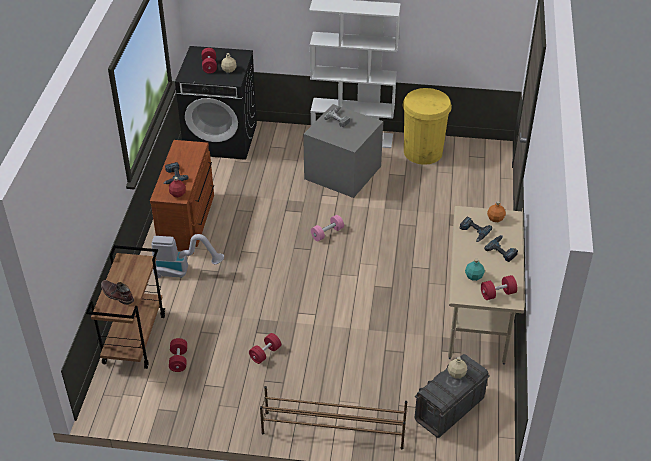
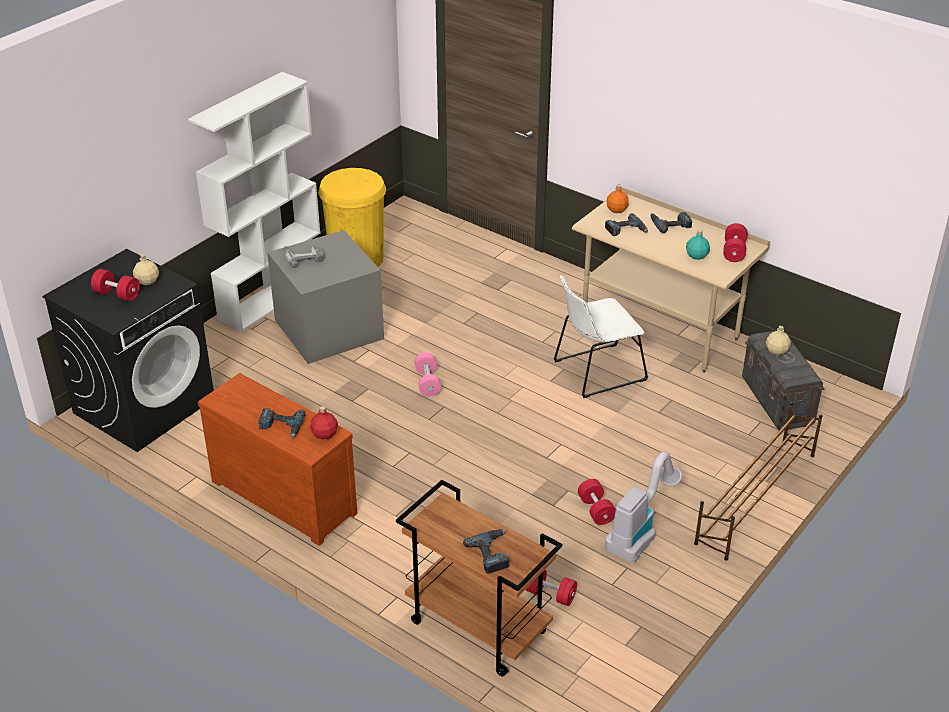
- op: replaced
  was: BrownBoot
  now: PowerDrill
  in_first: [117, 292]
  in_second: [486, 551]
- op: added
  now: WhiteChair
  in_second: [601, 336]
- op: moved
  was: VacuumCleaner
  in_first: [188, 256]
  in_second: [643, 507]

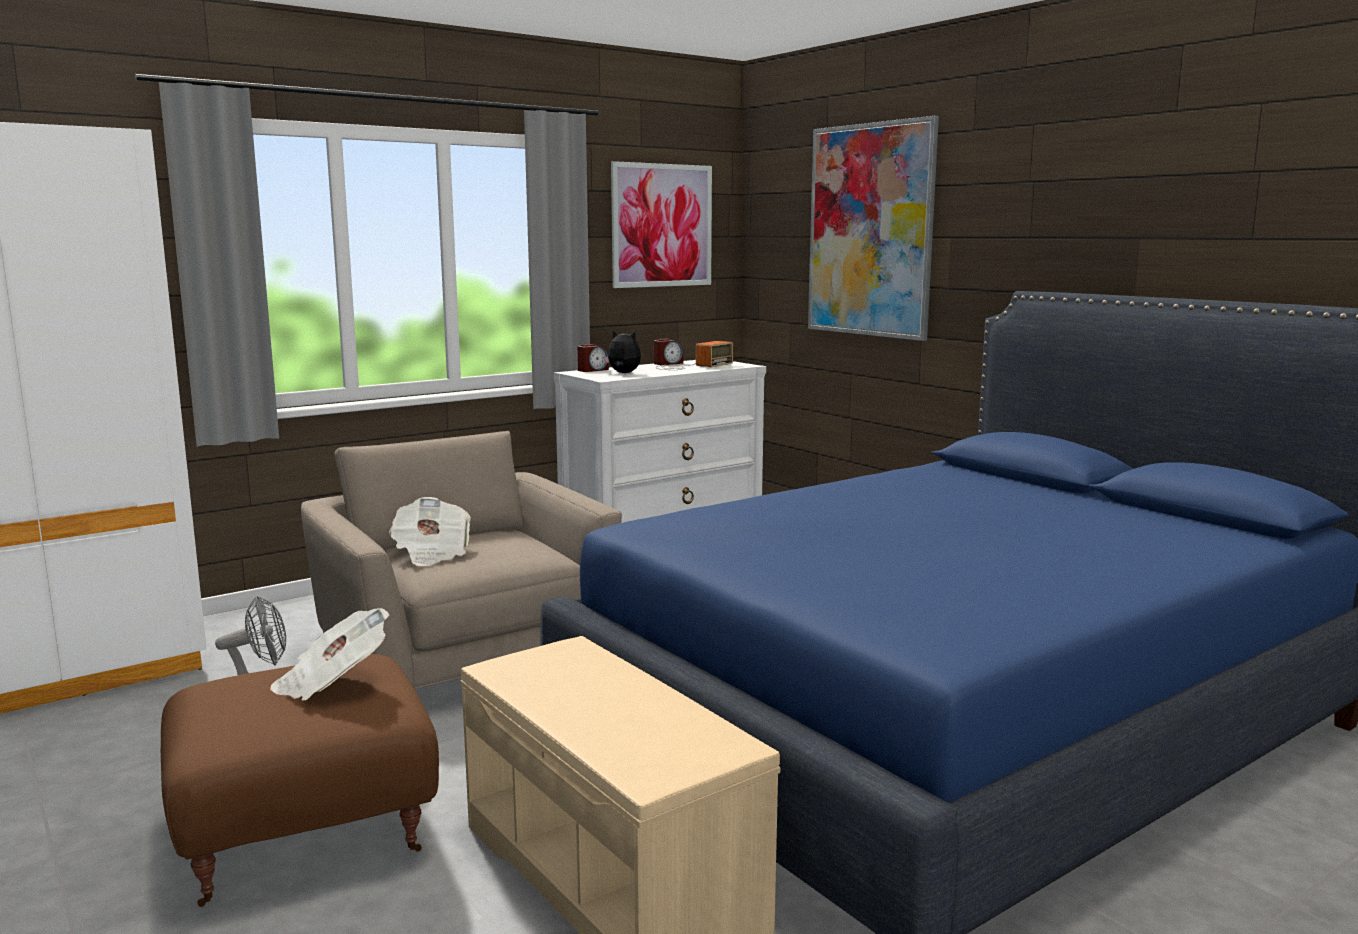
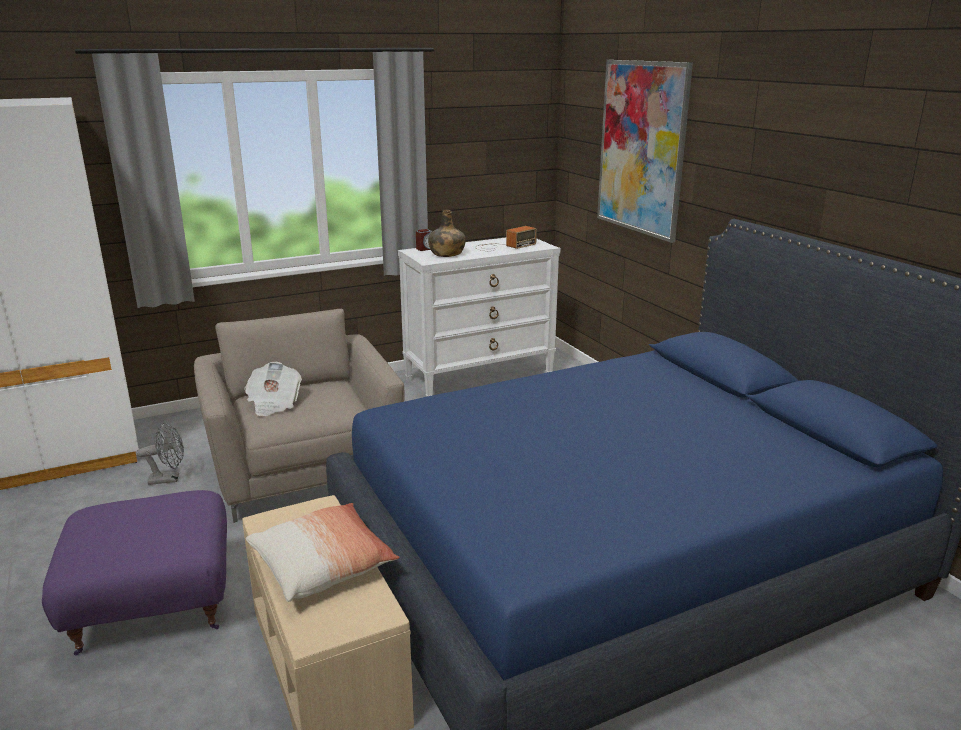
- op: recoloured
  was: BrownOttoman
  now: PurpleOttoman
  in_first: [300, 780]
  in_second: [134, 572]
- op: added
  now: Pillow
  in_second: [322, 552]
- op: replaced
  was: PlushToy
  now: GreenBottle
  in_first: [621, 351]
  in_second: [447, 233]
- op: removed
  was: Newspaper
  in_first: [329, 654]
- op: removed
  was: Picture
  in_first: [661, 224]
- op: removed
  was: AlarmClock
  in_first: [668, 352]

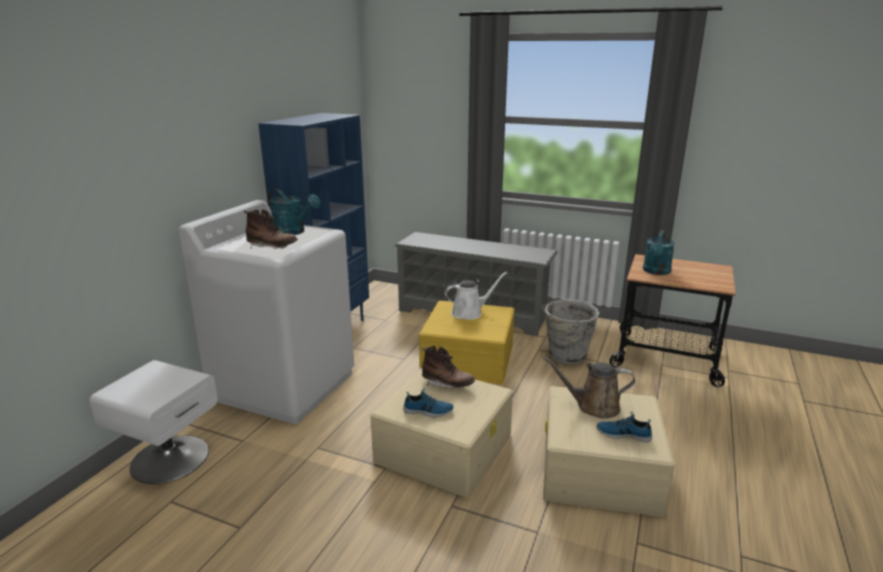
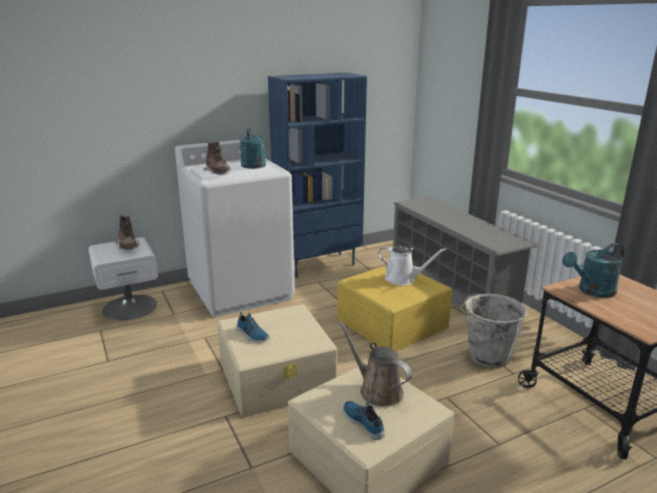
- op: moved
  was: BrownBoot
  in_first: [448, 368]
  in_second: [127, 232]

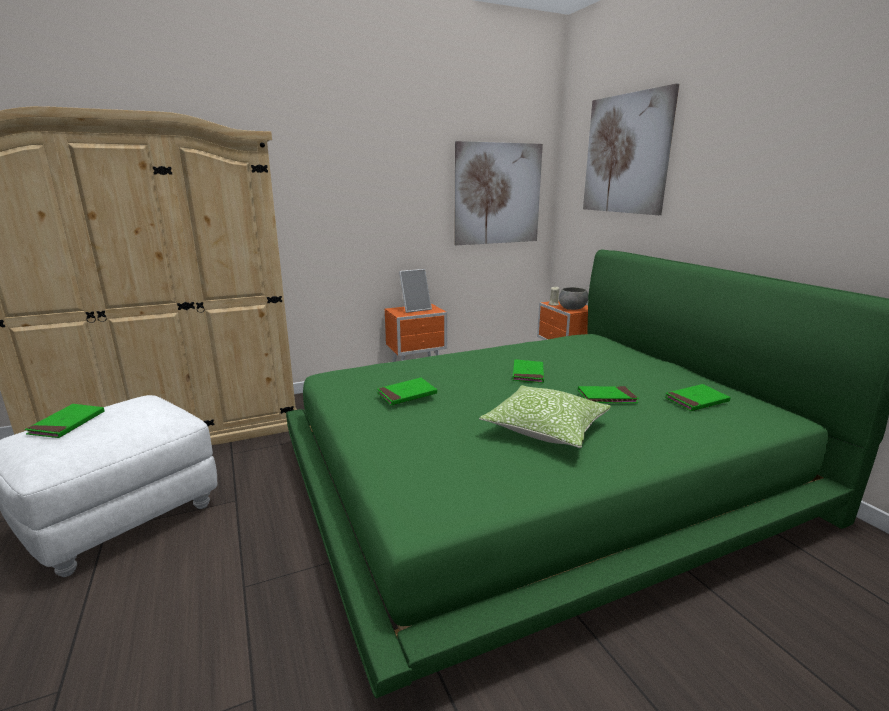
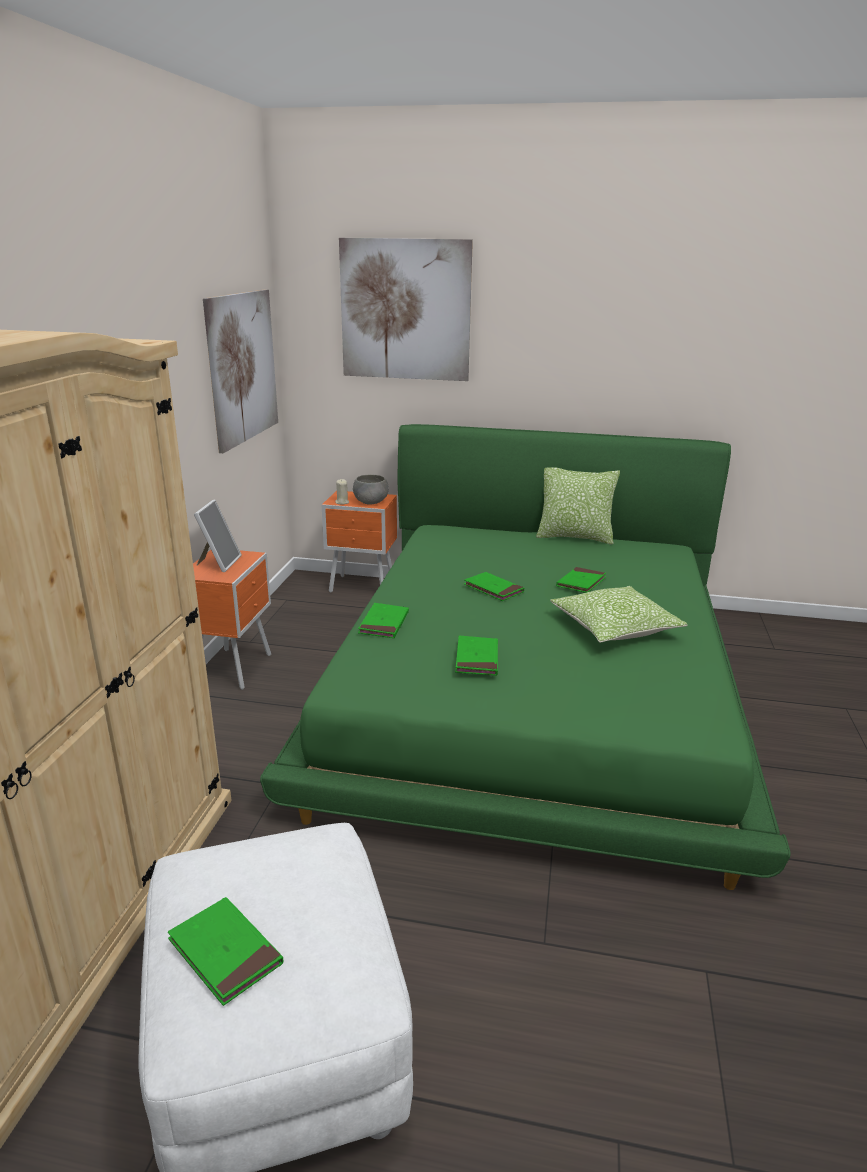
- op: moved
  was: GreenBook
  in_first: [698, 397]
  in_second: [383, 620]
- op: added
  now: Pillow
  in_second: [578, 506]

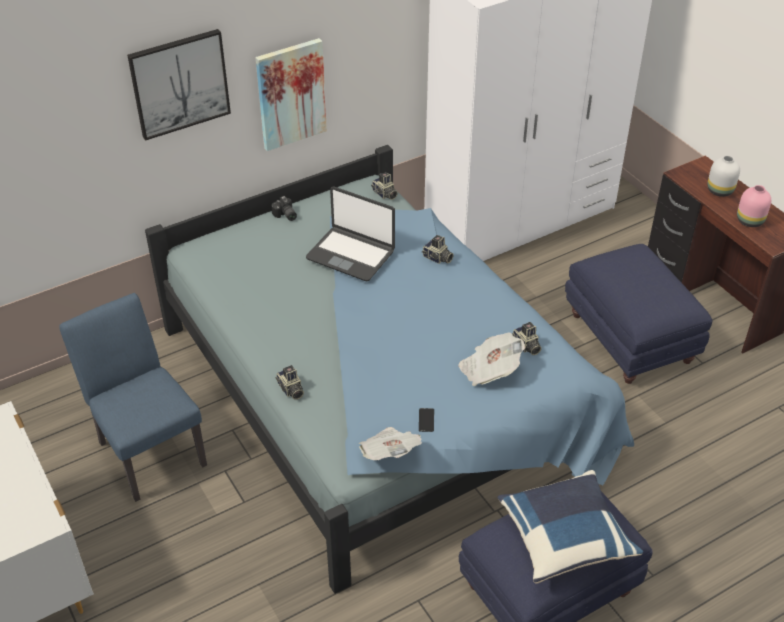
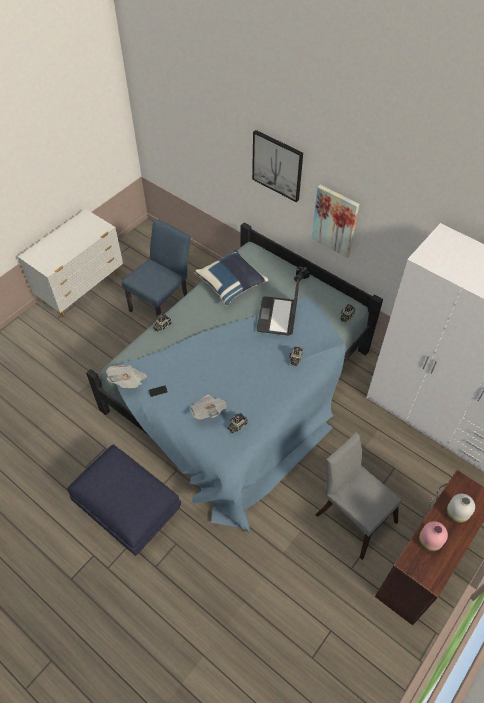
- op: moved
  was: BluePillow
  in_first: [570, 527]
  in_second: [231, 278]
- op: replaced
  was: BlueOttoman
  now: GreyChair
  in_first: [639, 314]
  in_second: [358, 496]

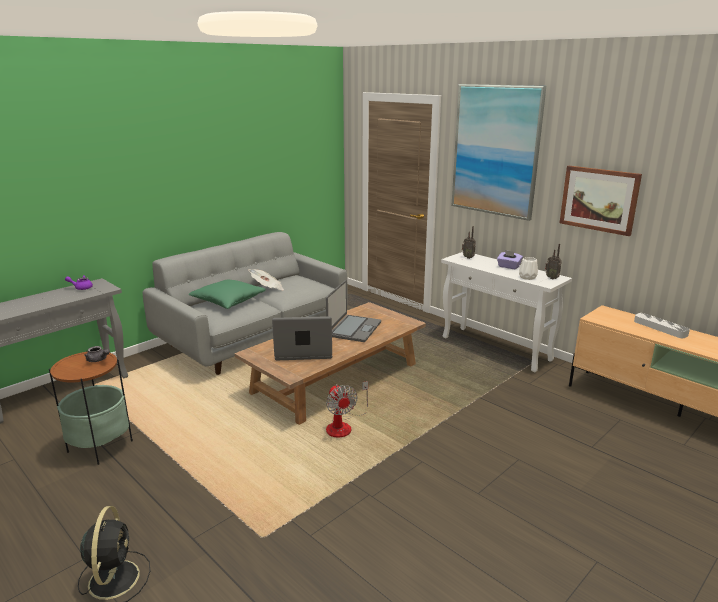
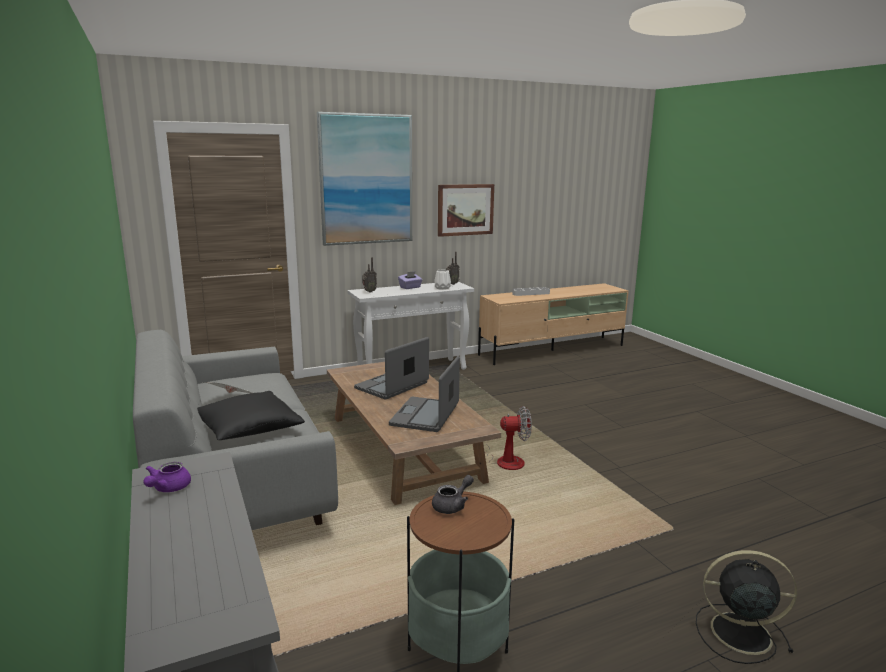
- op: recoloured
  was: GreenPillow
  now: BlackPillow
  in_first: [227, 294]
  in_second: [251, 415]
- op: turned
  was: Laptop
  in_first: [353, 311]
  in_second: [391, 368]
  clockwise: -90

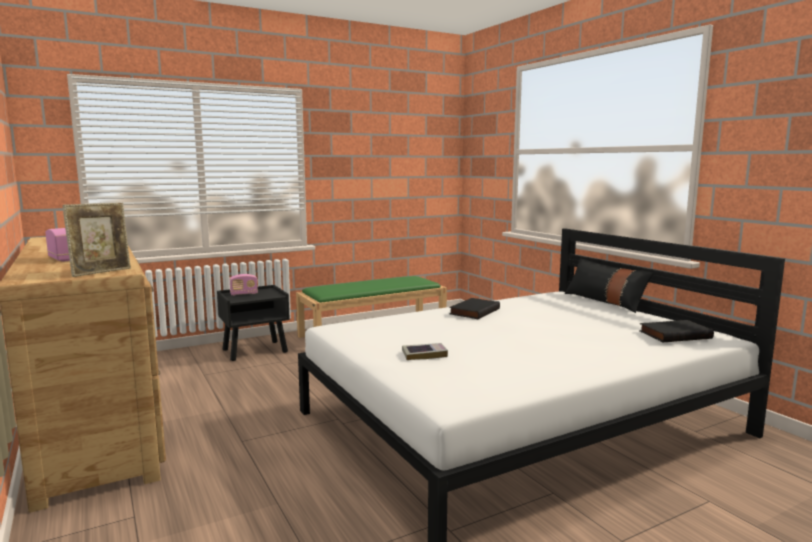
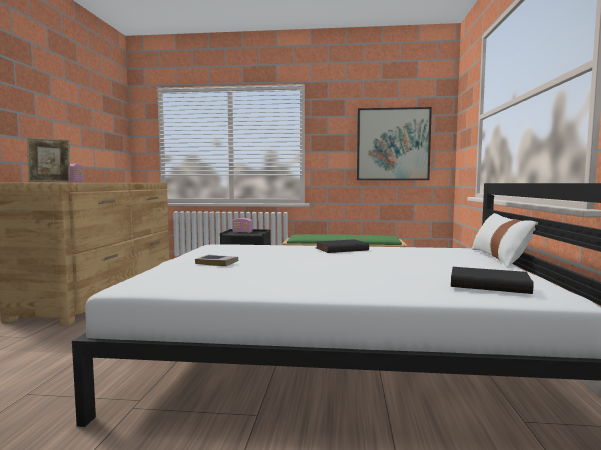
- op: added
  now: Picture
  in_second: [394, 143]
- op: recoloured
  was: BlackPillow
  now: WhitePillow
  in_first: [609, 286]
  in_second: [505, 240]

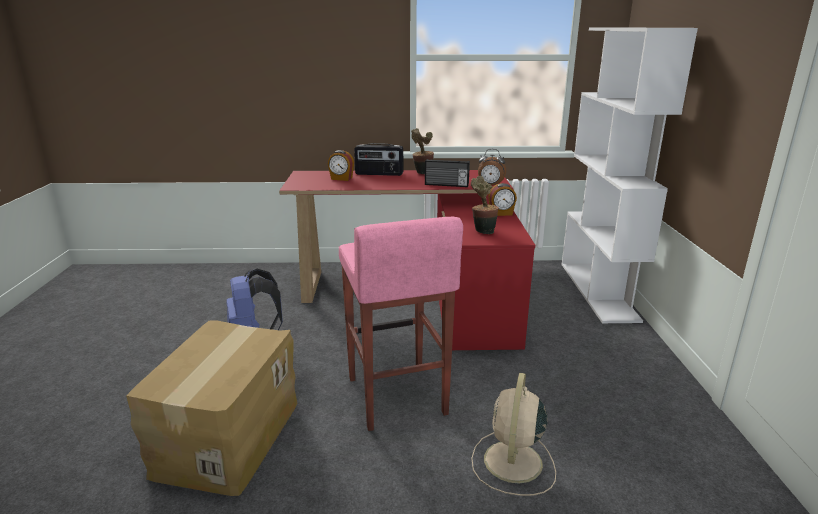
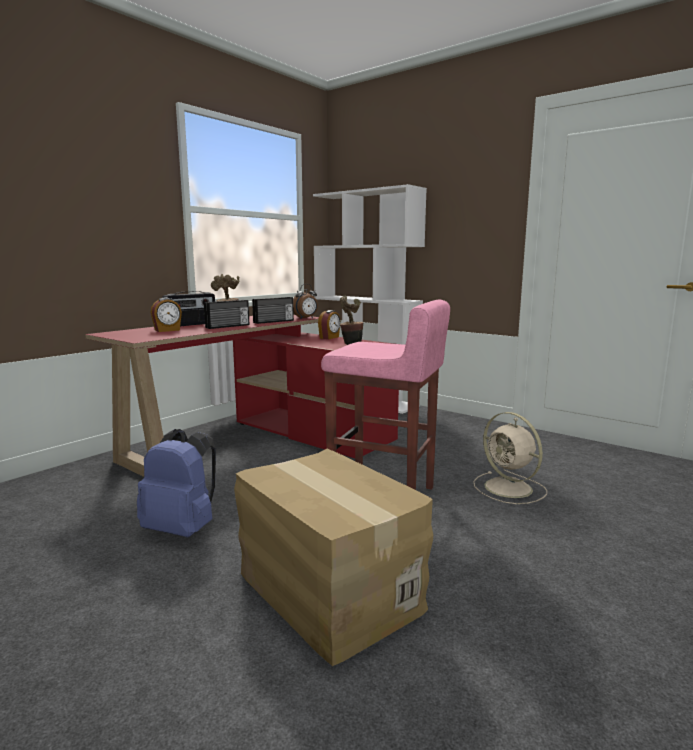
- op: added
  now: Radio
  in_second: [226, 314]

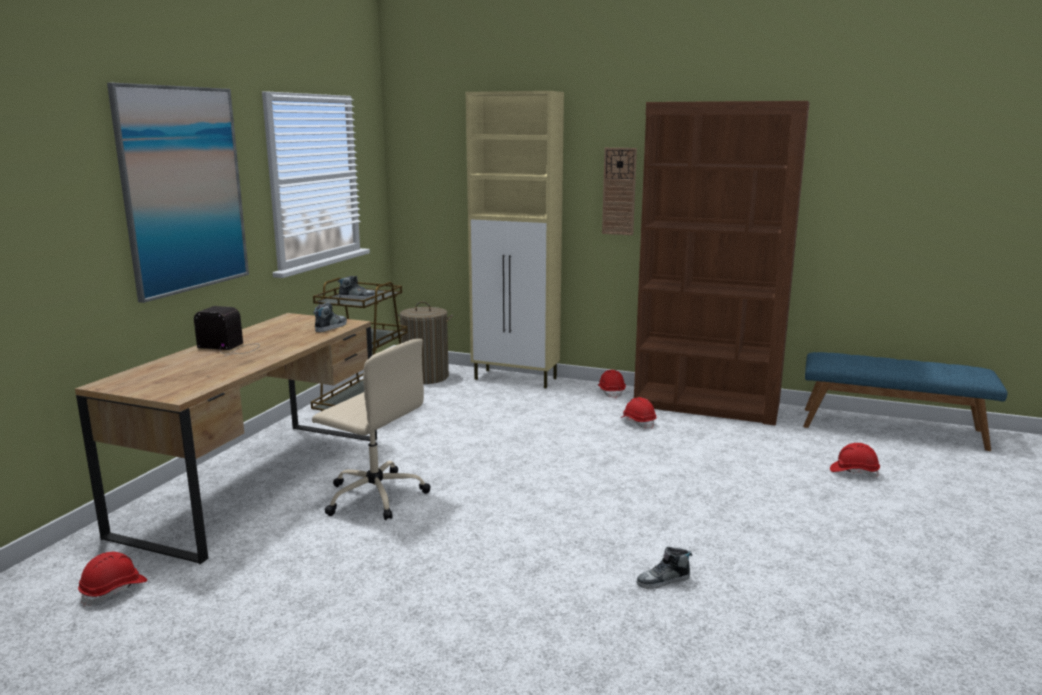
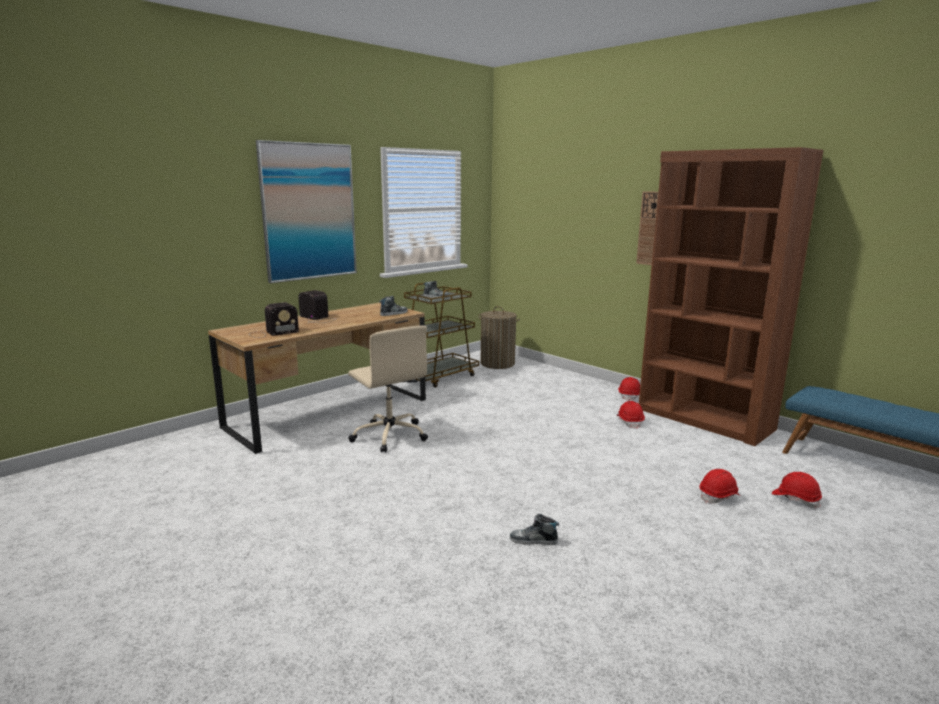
- op: added
  now: Radio
  in_second: [274, 320]
- op: moved
  was: RedHardHat
  in_first: [112, 579]
  in_second: [719, 486]
- op: removed
  was: BeigeCabinet
  in_first: [515, 239]

